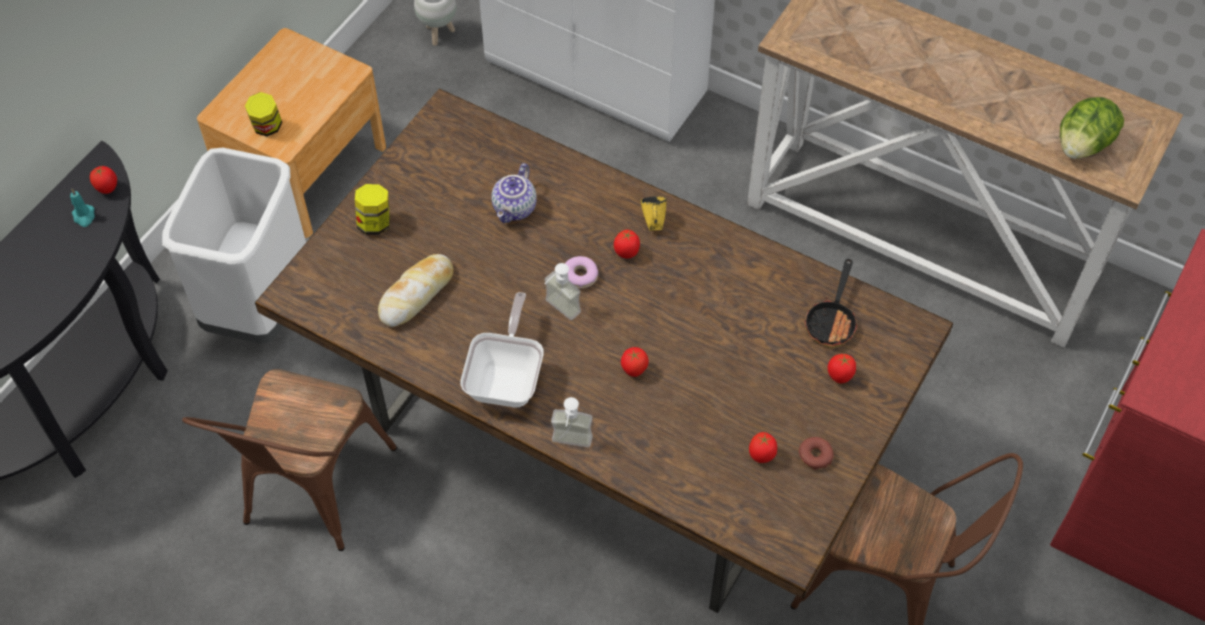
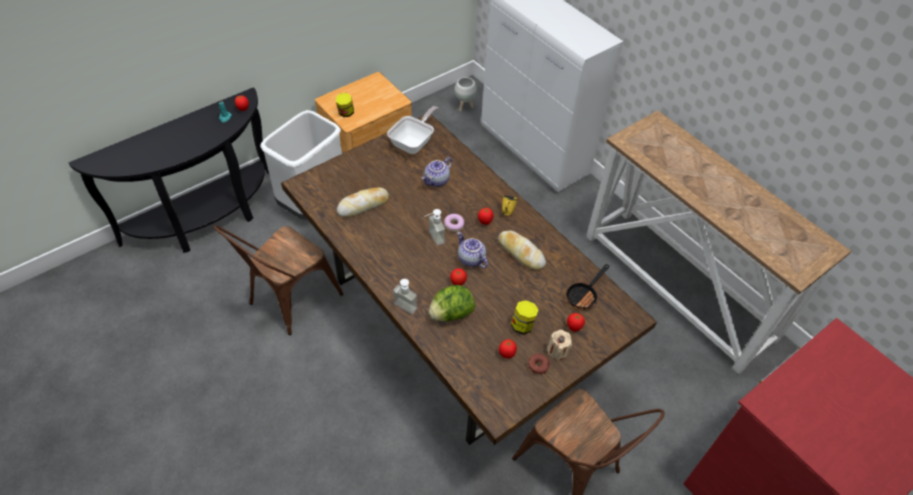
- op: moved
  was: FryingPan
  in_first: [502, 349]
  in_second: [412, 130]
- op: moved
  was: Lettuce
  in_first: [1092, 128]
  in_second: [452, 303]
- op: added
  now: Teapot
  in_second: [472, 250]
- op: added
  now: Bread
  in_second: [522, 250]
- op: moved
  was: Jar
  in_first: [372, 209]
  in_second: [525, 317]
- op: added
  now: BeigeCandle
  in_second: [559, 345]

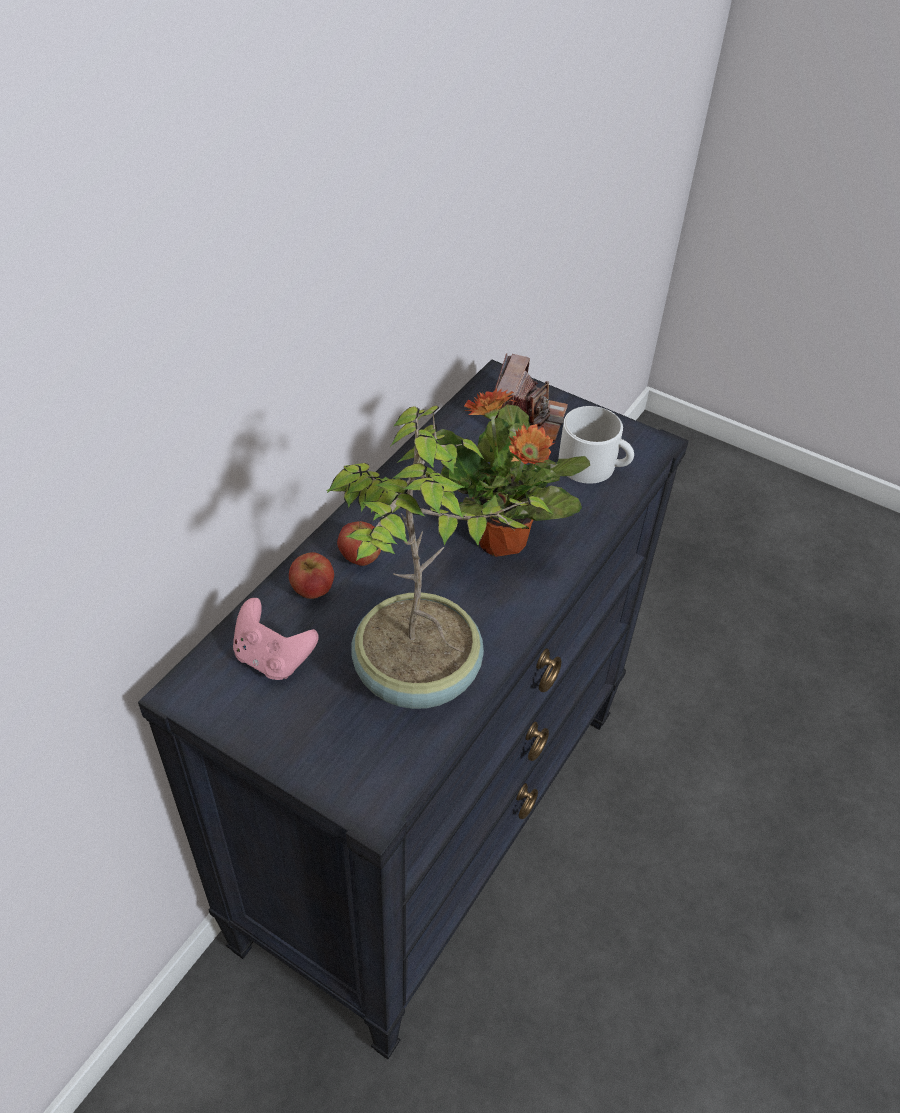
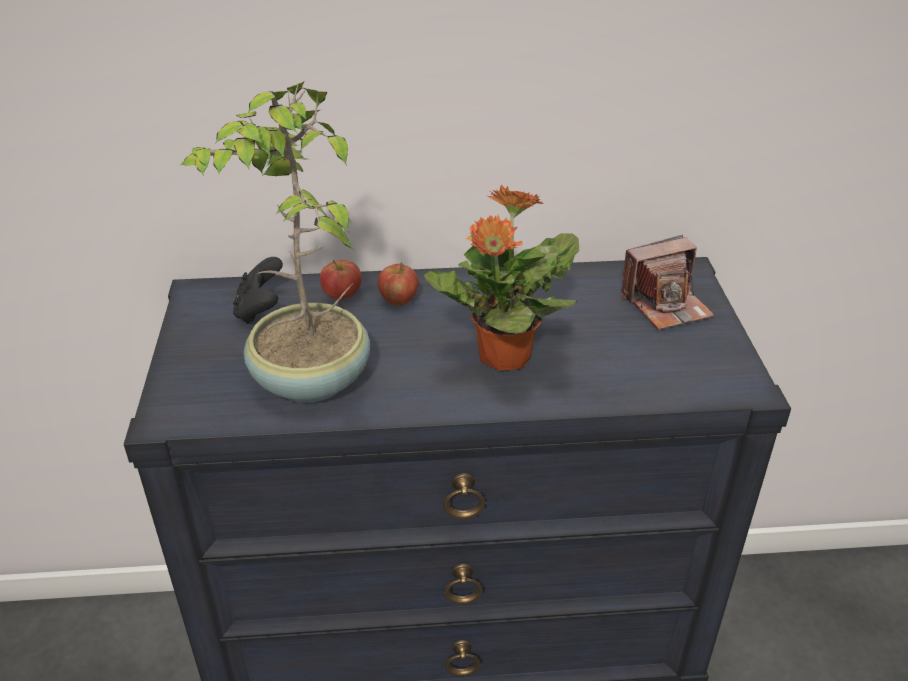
- op: recoloured
  was: PinkGameController
  now: BlackGameController
  in_first: [276, 639]
  in_second: [258, 290]
- op: removed
  was: WhiteMug
  in_first: [596, 445]

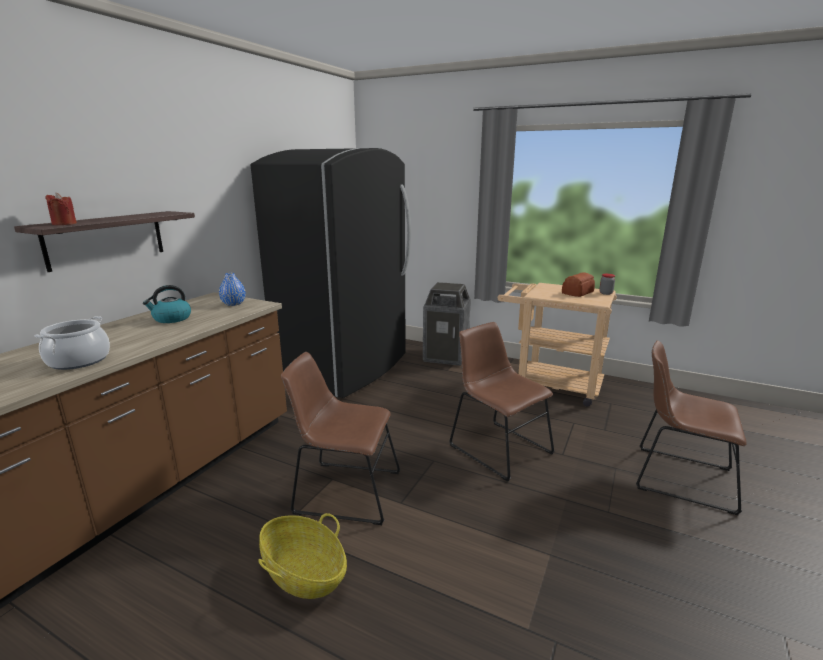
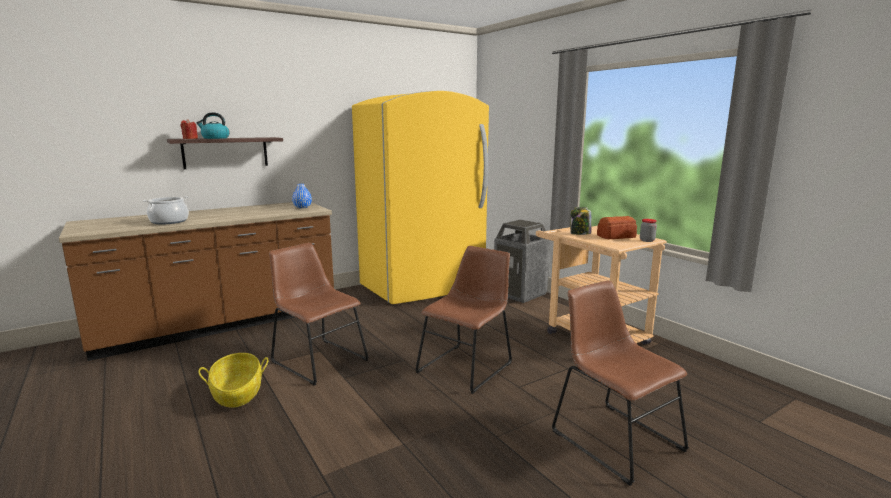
- op: moved
  was: Kettle
  in_first: [167, 304]
  in_second: [212, 125]
- op: recoloured
  was: BlackFridge
  now: YellowFridge
  in_first: [331, 273]
  in_second: [420, 197]
- op: turned
  was: BrownChair
  in_first: [502, 402]
  in_second: [463, 320]
  clockwise: 45
- op: added
  now: Jar
  in_second: [580, 221]

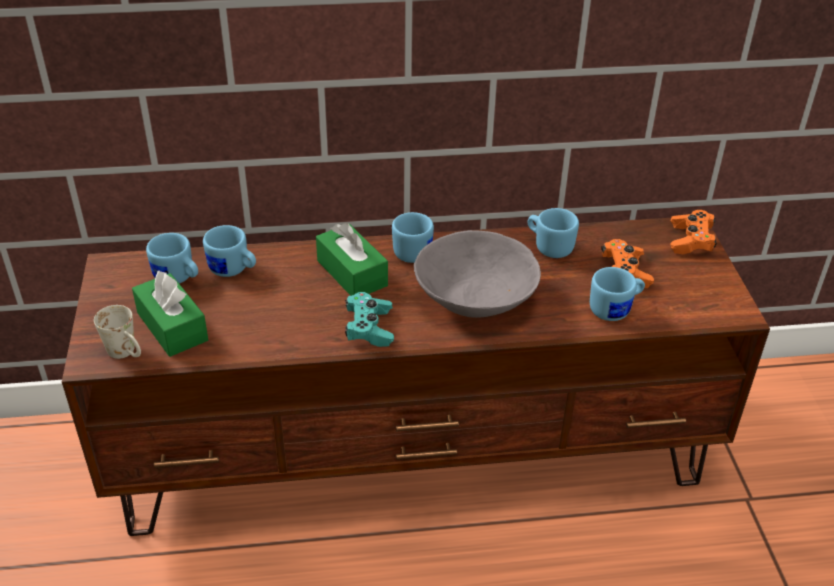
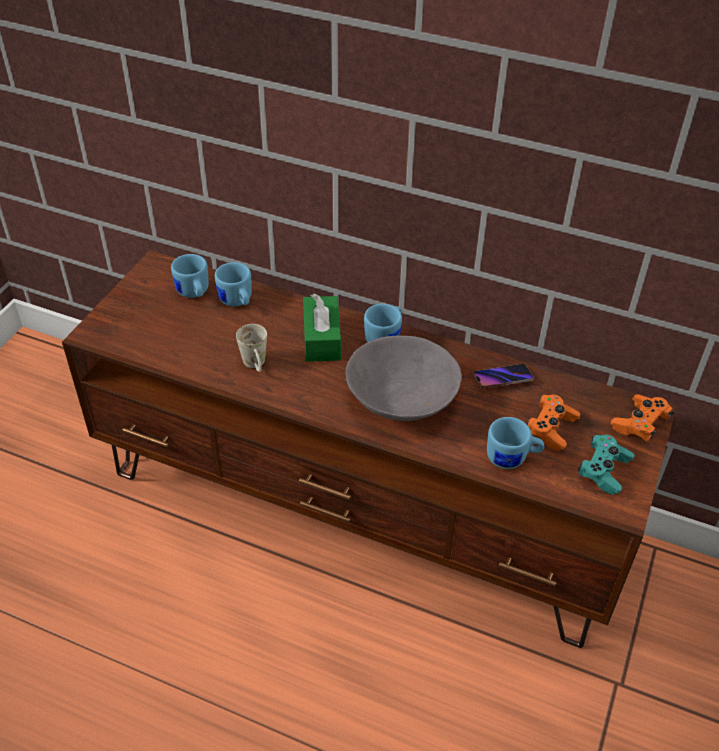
- op: moved
  was: WhiteMug
  in_first: [117, 332]
  in_second: [251, 348]
- op: replaced
  was: BlueMug
  now: Phone
  in_first: [553, 233]
  in_second: [504, 376]
- op: moved
  was: TurquoiseGameController
  in_first: [369, 319]
  in_second: [606, 465]
- op: removed
  was: GreenTissueBox
  in_first: [170, 314]

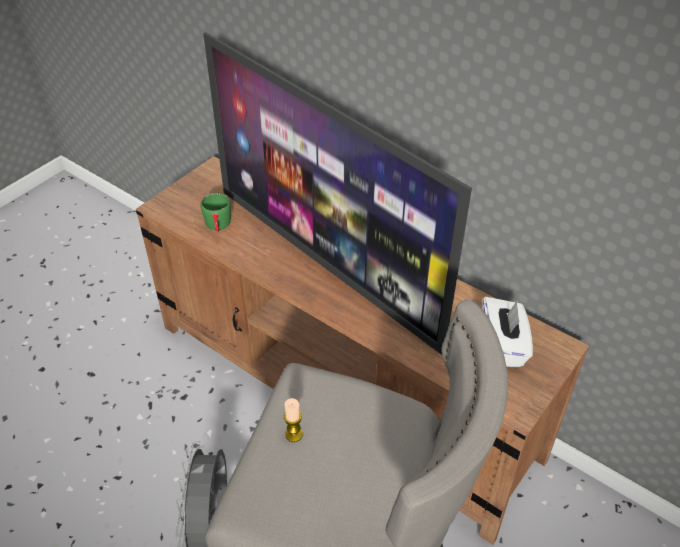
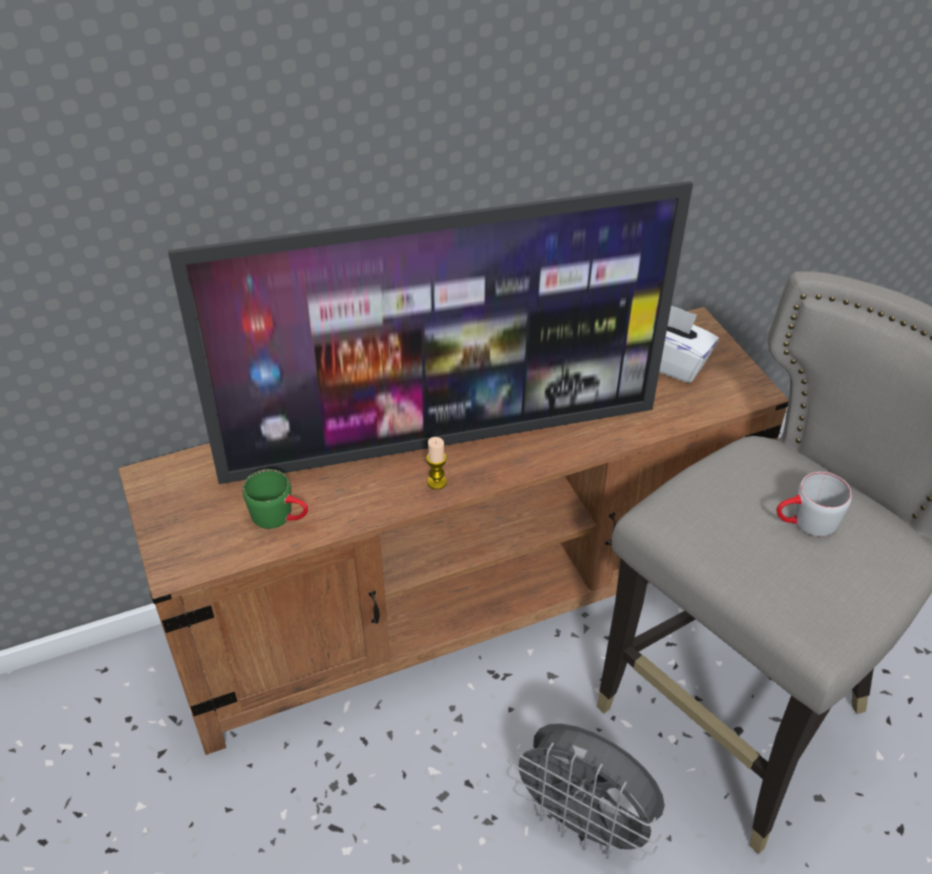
- op: moved
  was: Candle
  in_first: [293, 420]
  in_second: [436, 463]
- op: added
  now: GreyMug
  in_second: [814, 504]

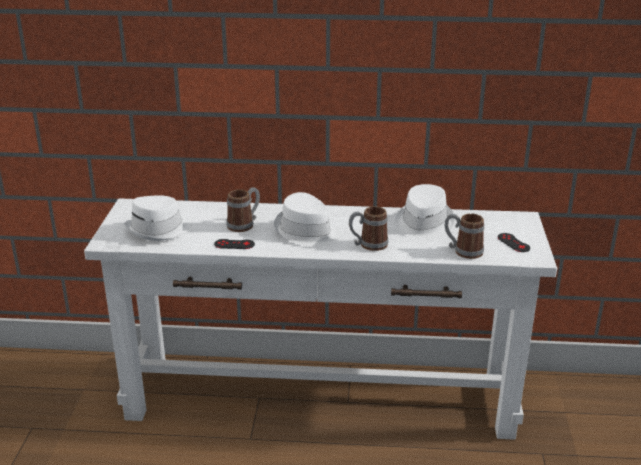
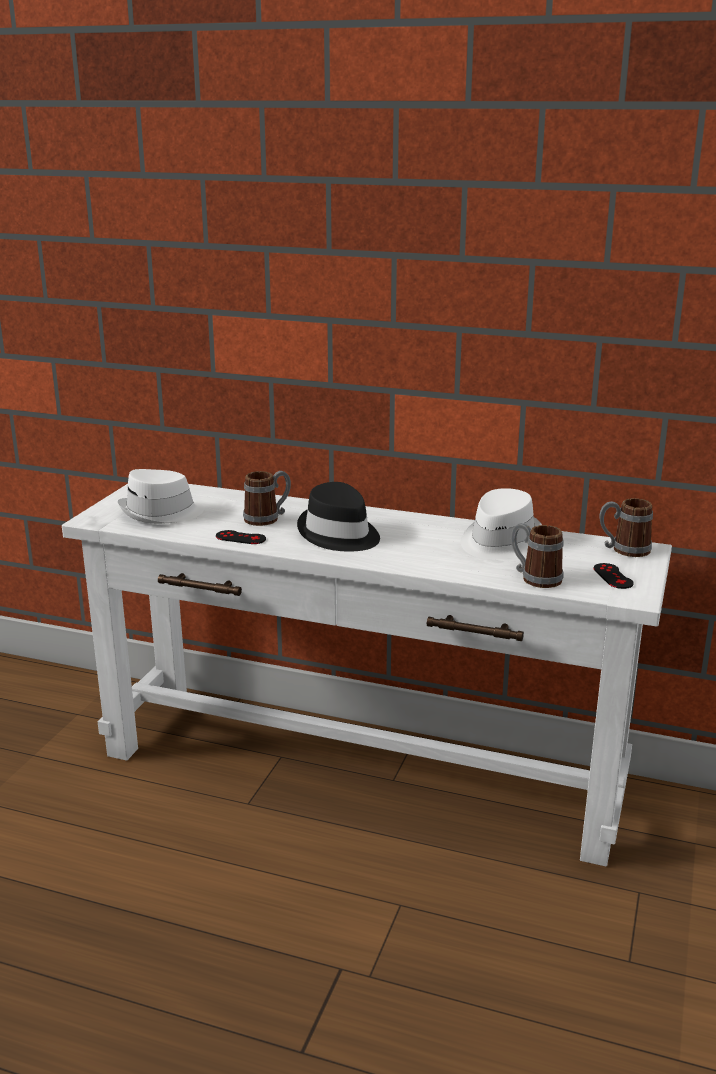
- op: recoloured
  was: WhiteHat
  now: BlackHat
  in_first: [306, 219]
  in_second: [338, 516]
- op: moved
  was: Mug
  in_first: [368, 228]
  in_second: [626, 527]

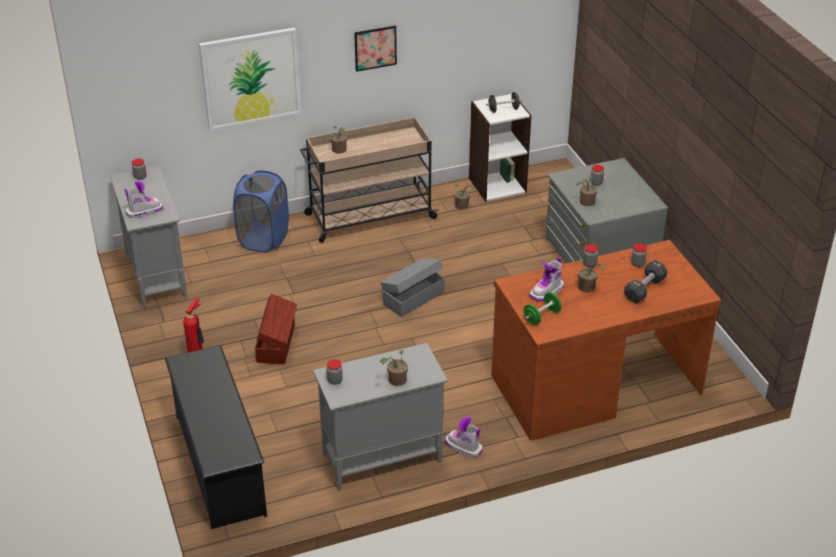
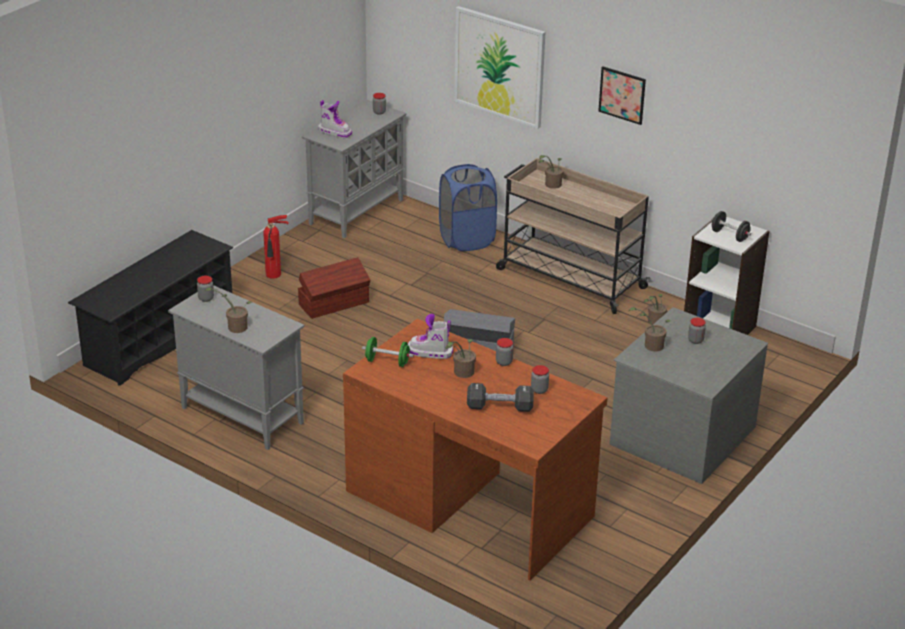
- op: removed
  was: Boot
  in_first: [463, 437]

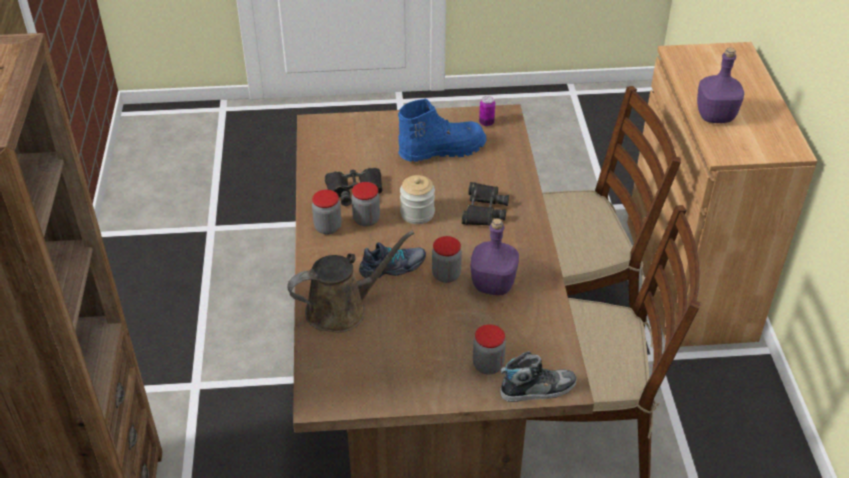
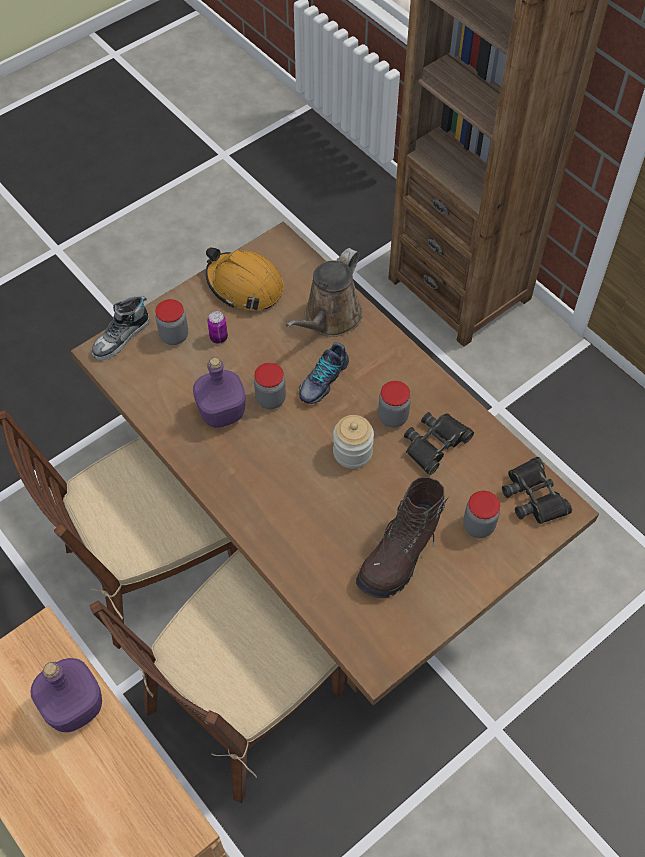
- op: added
  now: OrangeHardHat
  in_second: [245, 278]
- op: moved
  was: Can
  in_first: [487, 111]
  in_second: [217, 327]
- op: recoloured
  was: BlueBoot
  now: BrownBoot
  in_first: [442, 130]
  in_second: [402, 537]
- op: moved
  was: Jar
  in_first: [326, 212]
  in_second: [481, 514]
- op: moved
  was: BlackBinoculars
  in_first: [485, 204]
  in_second: [537, 490]

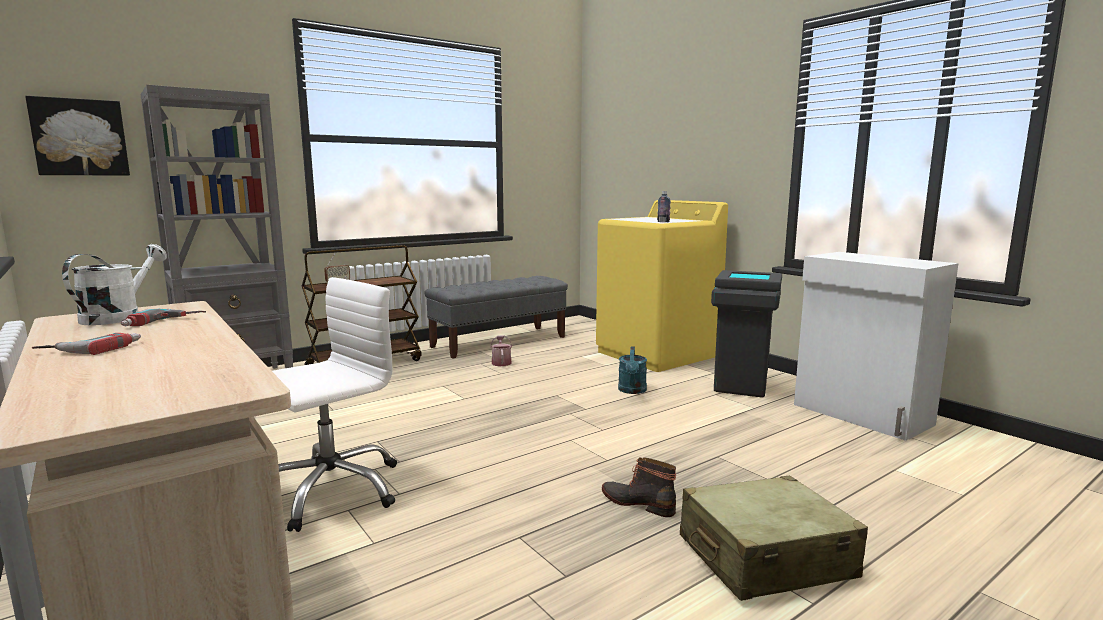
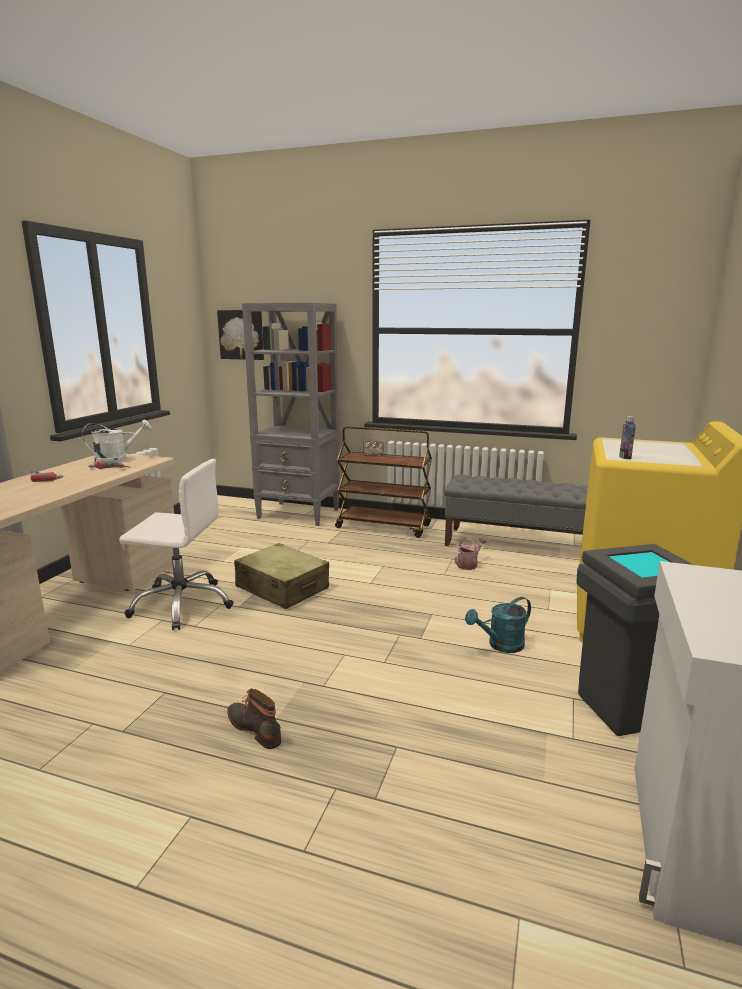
- op: turned
  was: Boot
  in_first: [639, 487]
  in_second: [254, 718]
  clockwise: -45
- op: moved
  was: BeigeSuitcase
  in_first: [774, 538]
  in_second: [281, 576]

